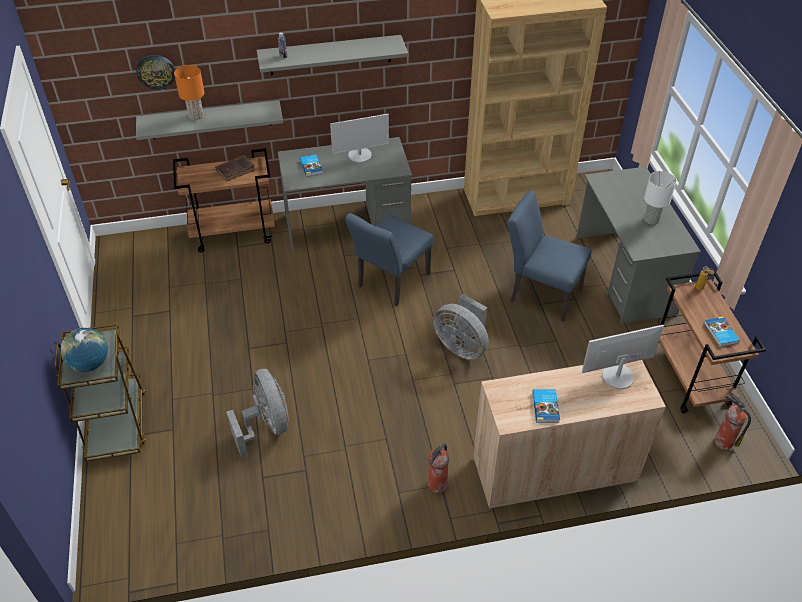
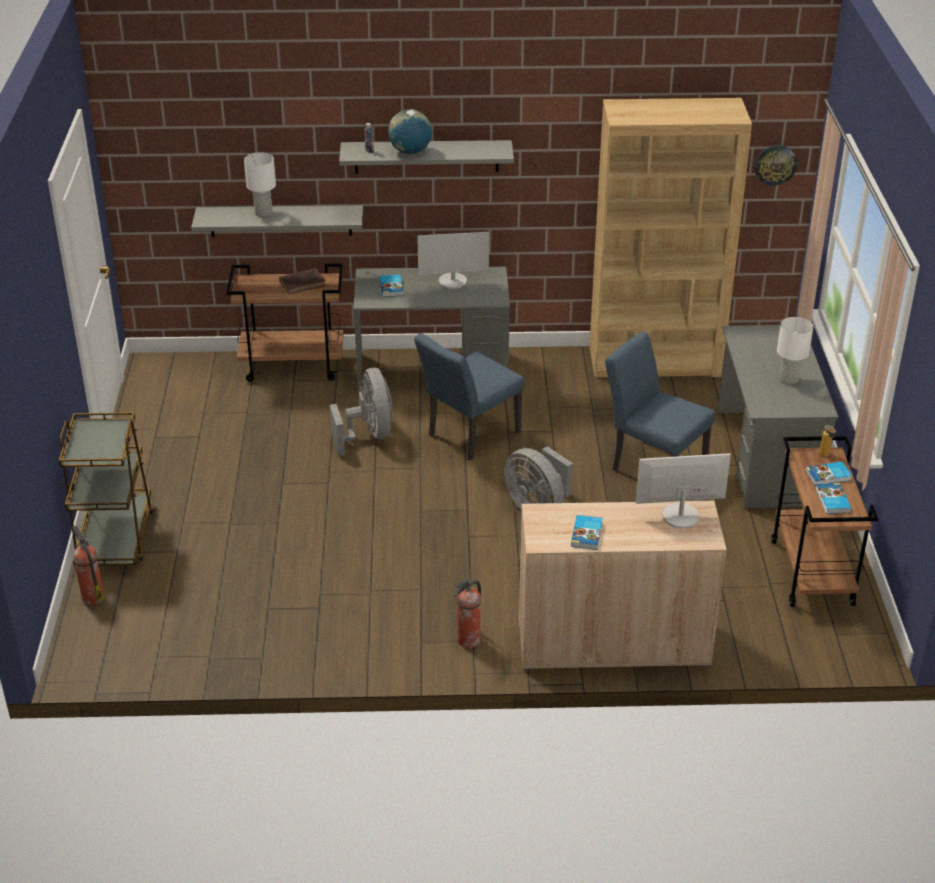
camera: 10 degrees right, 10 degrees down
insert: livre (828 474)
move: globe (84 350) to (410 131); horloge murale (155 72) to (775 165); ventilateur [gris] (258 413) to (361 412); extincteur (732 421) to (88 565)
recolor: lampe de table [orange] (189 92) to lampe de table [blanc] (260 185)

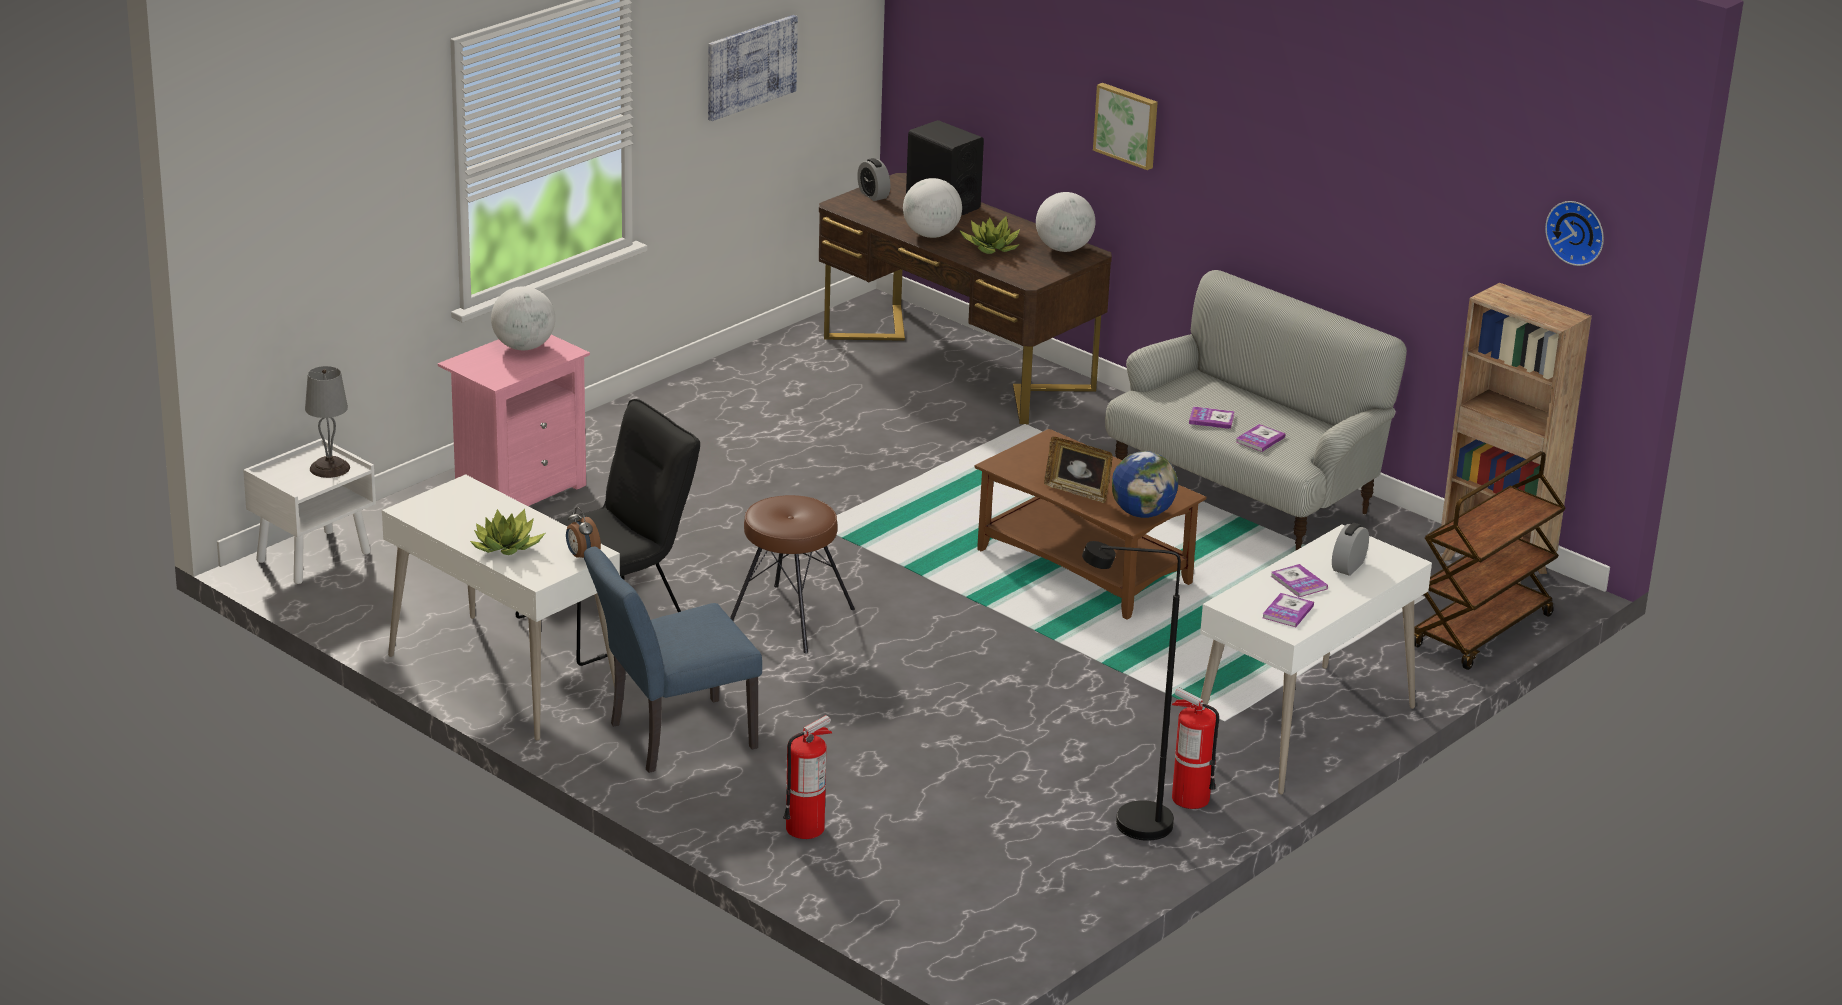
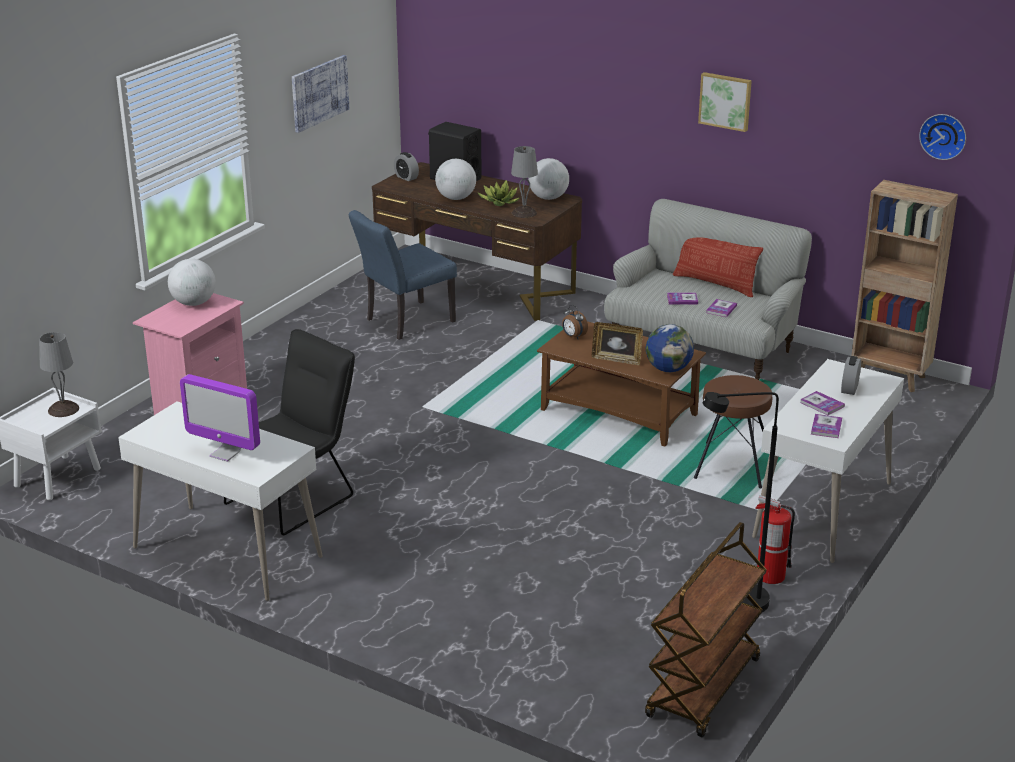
camera: 10 degrees left, 0 degrees up
delete: extincteur (808 777)
insert: lampe de table [gris] (524 182); coussin (718 267)
move: réveil (583 533) to (575 322); chaise [bleu] (673 660) to (403 275); tabouret [marron] (792 574) to (733 431); tableau (1125 126) to (725 102); chariot [marron] (1489 560) to (706 629)
replace: plante en pot (507 532) to écran d'ordinateur (220 418)

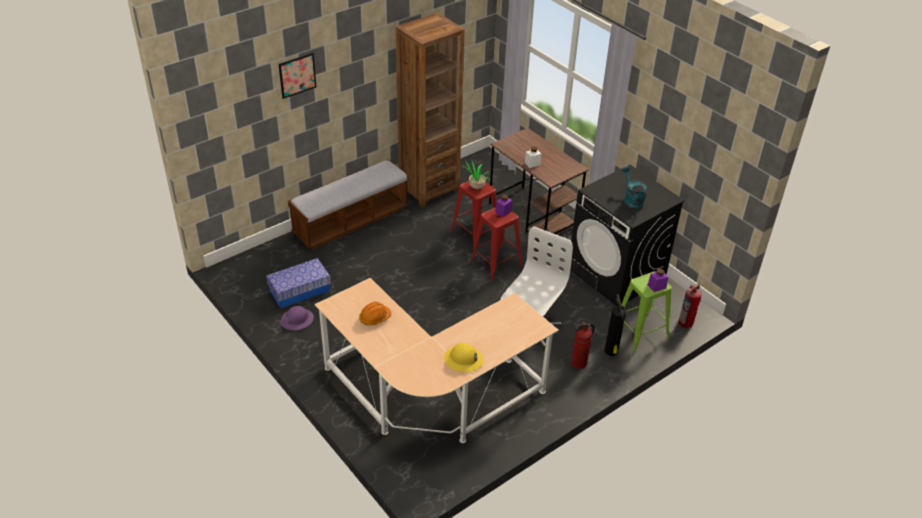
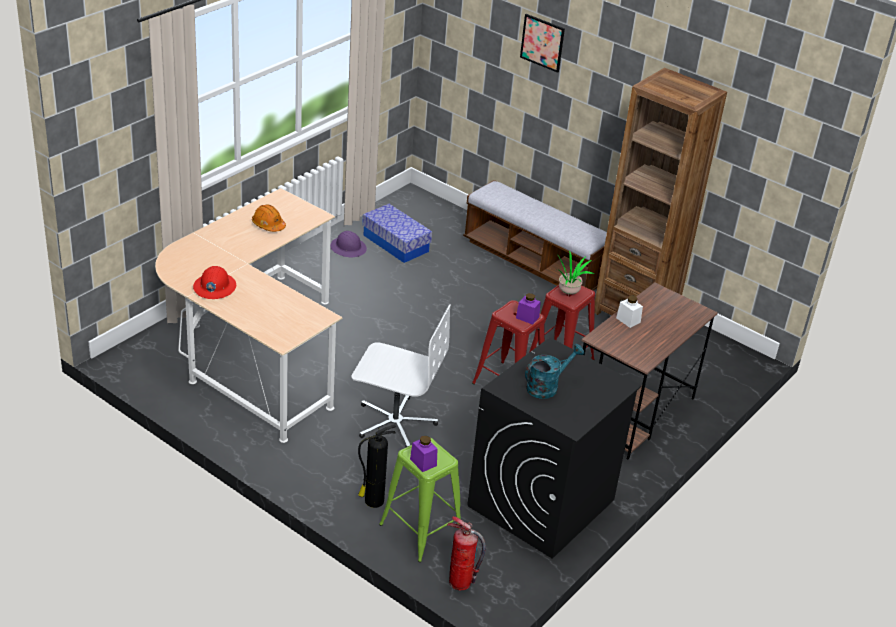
camera: 75 degrees right, 5 degrees down
delete: extincteur (582 345)
recolor: casque de chantier [jaune] (463 357) to casque de chantier [rouge] (214 282)

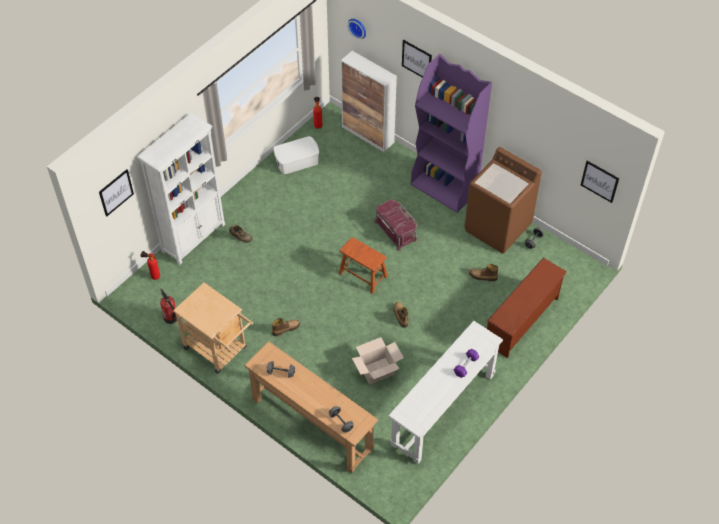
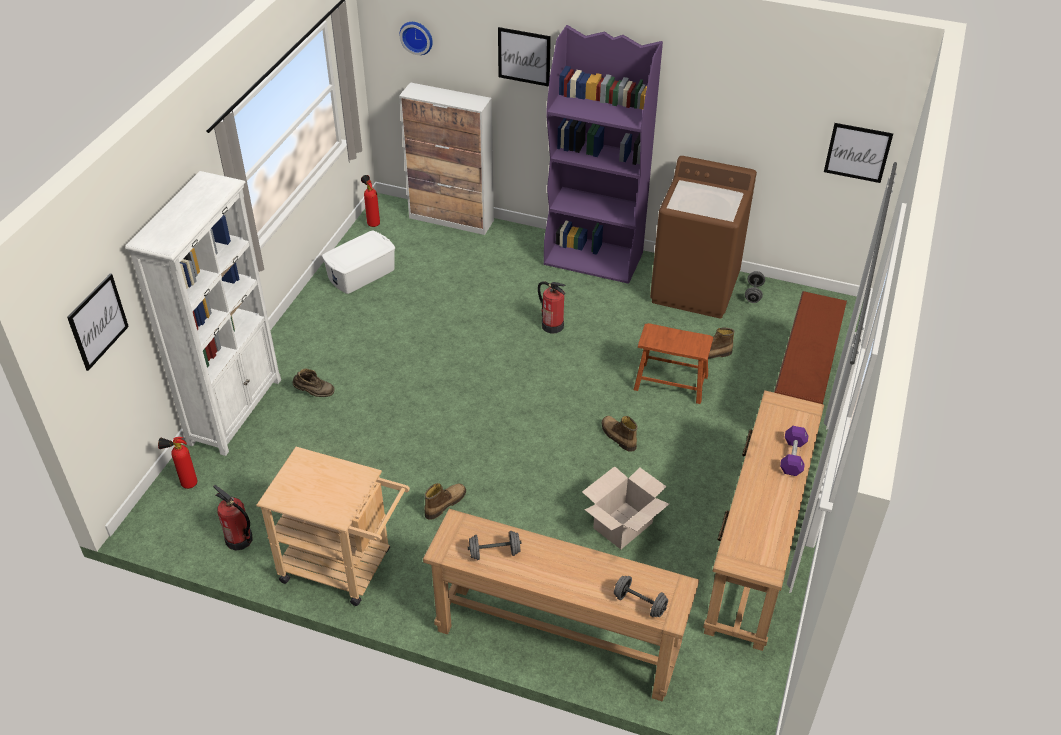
camera: 20 degrees left, 10 degrees down
move: tabouret [marron] (363 265) to (673 363)
replace: boîte de rangement [rouge] (396 224) to extincteur (551 307)
recolor: table console [blanc] (445 392) to table console [marron] (763 520)

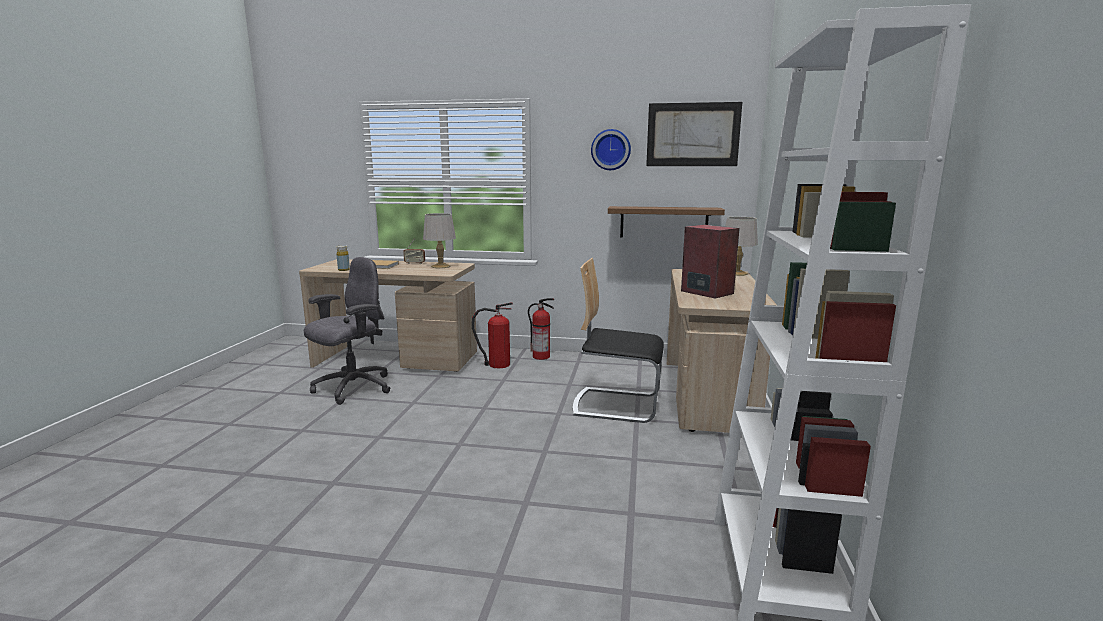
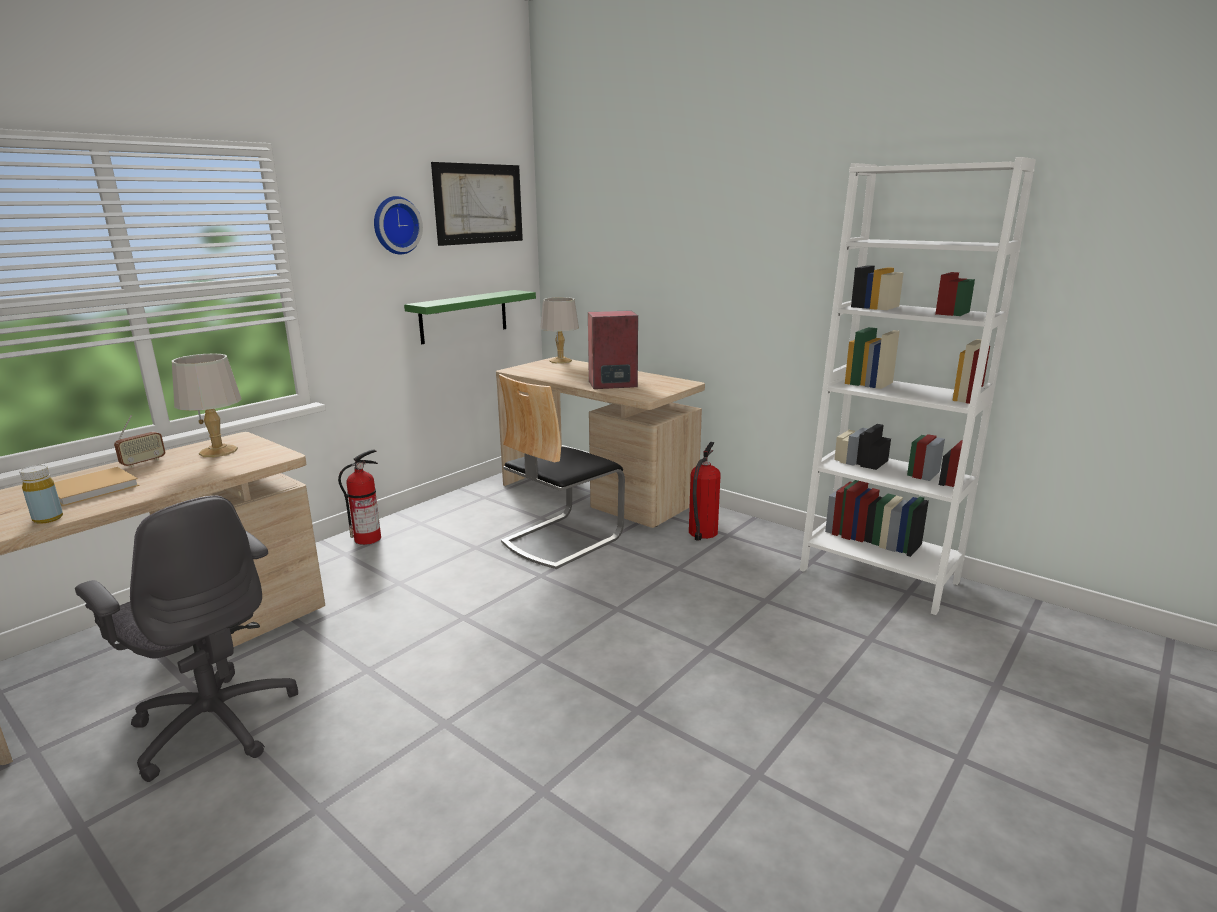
camera: 60 degrees left, 5 degrees up
move: extincteur (492 335) to (705 491)
recolor: étagère [marron] (666 221) to étagère [vert] (470 317)
rotate: chaise de bureau [gris] (347 331) = (186 639) 150 degrees clockwise

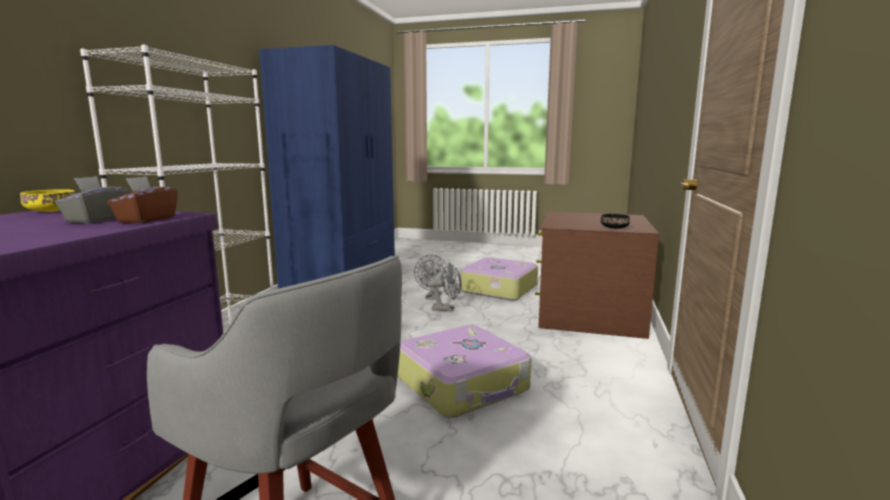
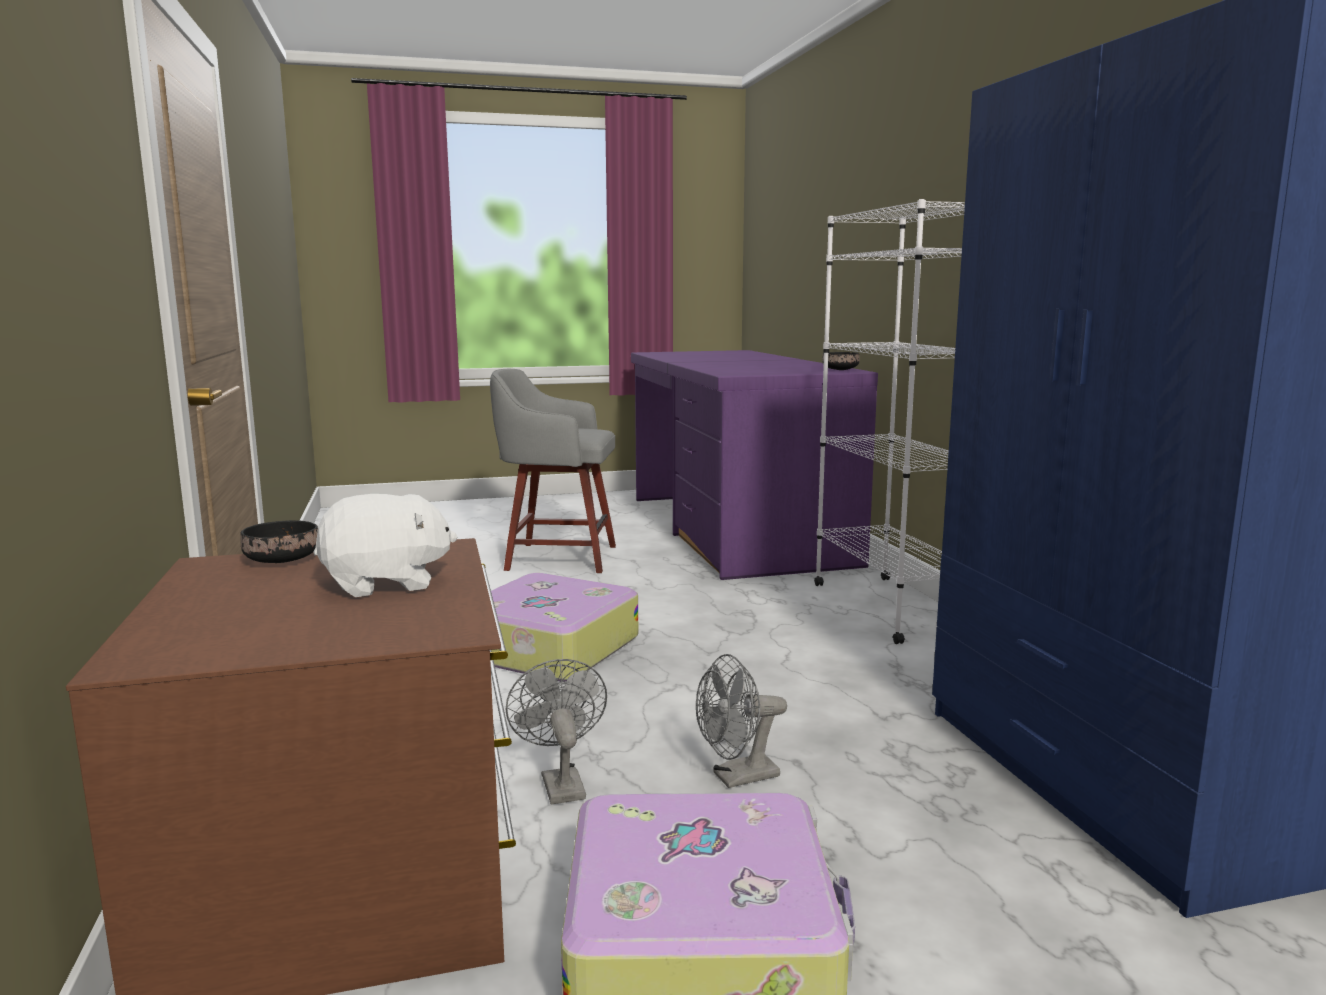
camera: 150 degrees right, 0 degrees up
delete: boîte à mouchoirs [gris] (92 199); boîte à mouchoirs [marron] (142 199)
insert: peluche [blanc] (386 545)
move: ventilateur [gris] (431 277) to (556 731)
recolor: bol [jaune] (47 200) to bol [noir] (840 361)

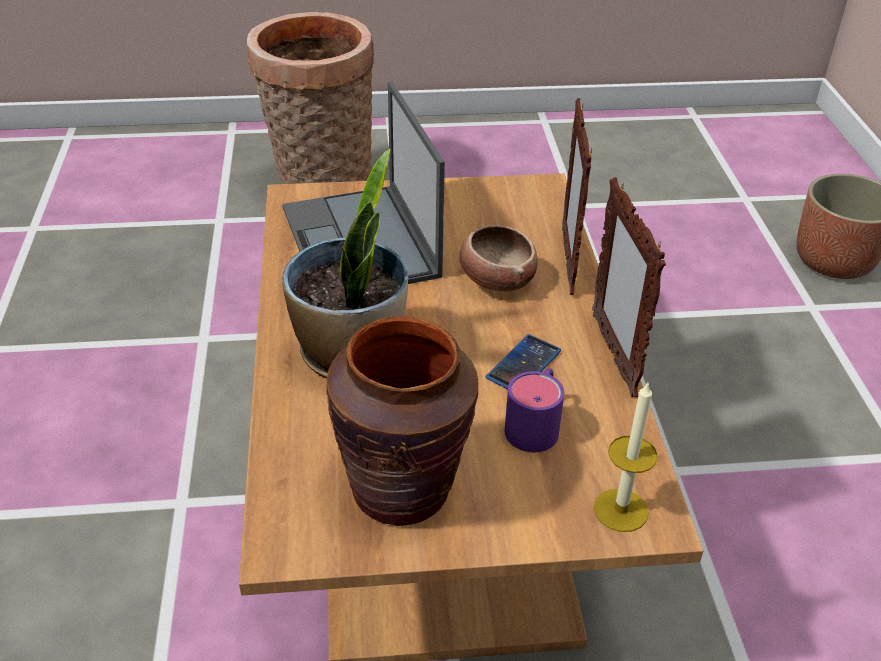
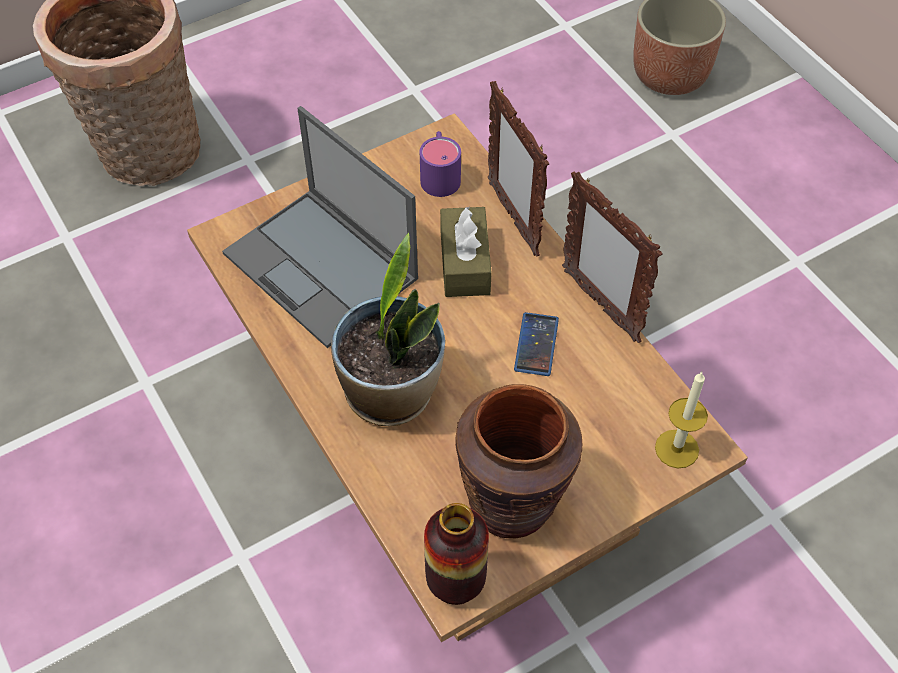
camera: 25 degrees left, 15 degrees up
insert: vase (456 554)
move: mug [violet] (534 410) to (440 164)
replace: bol (498 258) to boîte à mouchoirs [marron] (466 251)

